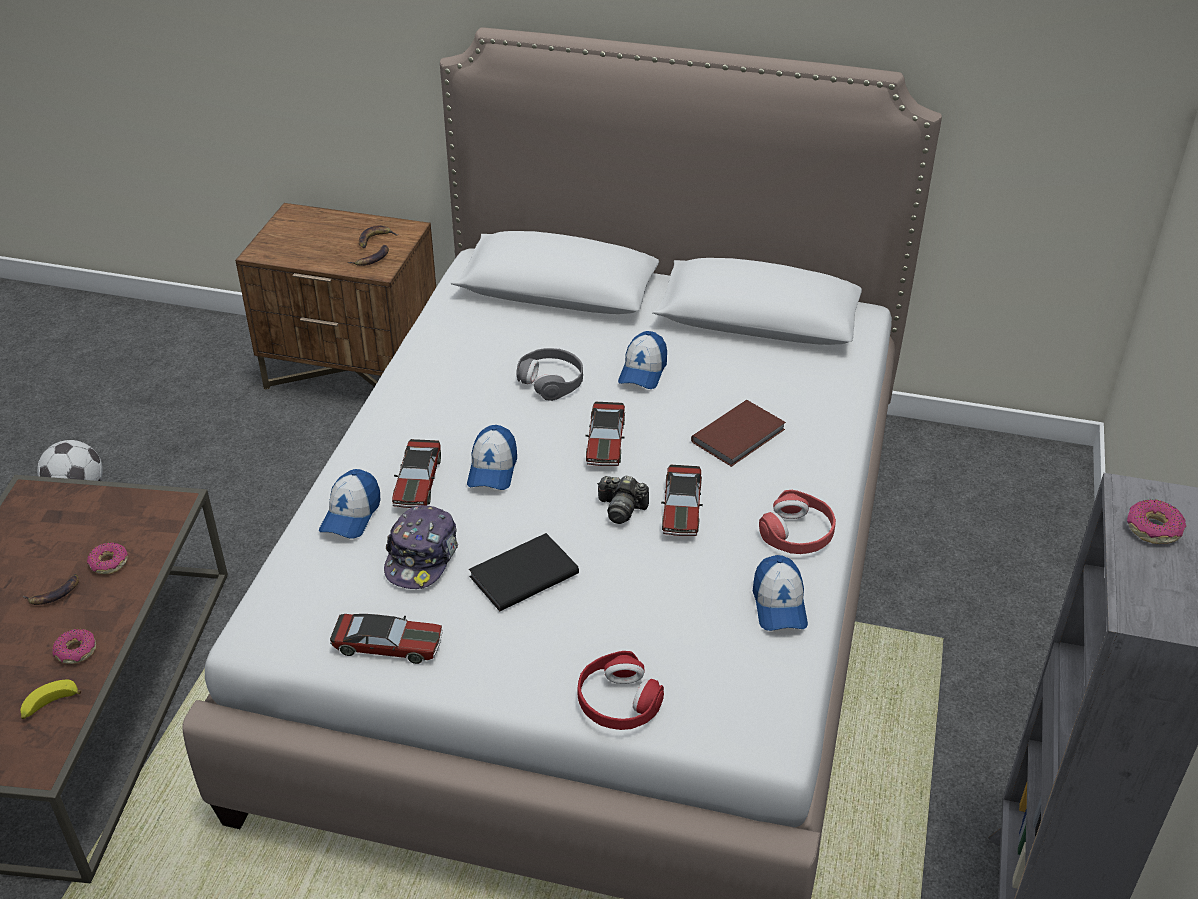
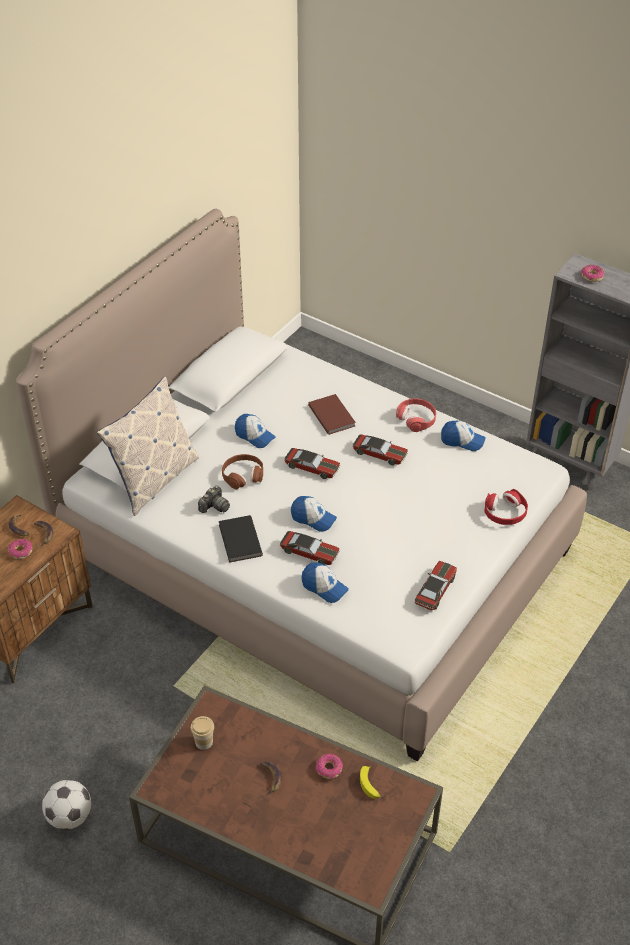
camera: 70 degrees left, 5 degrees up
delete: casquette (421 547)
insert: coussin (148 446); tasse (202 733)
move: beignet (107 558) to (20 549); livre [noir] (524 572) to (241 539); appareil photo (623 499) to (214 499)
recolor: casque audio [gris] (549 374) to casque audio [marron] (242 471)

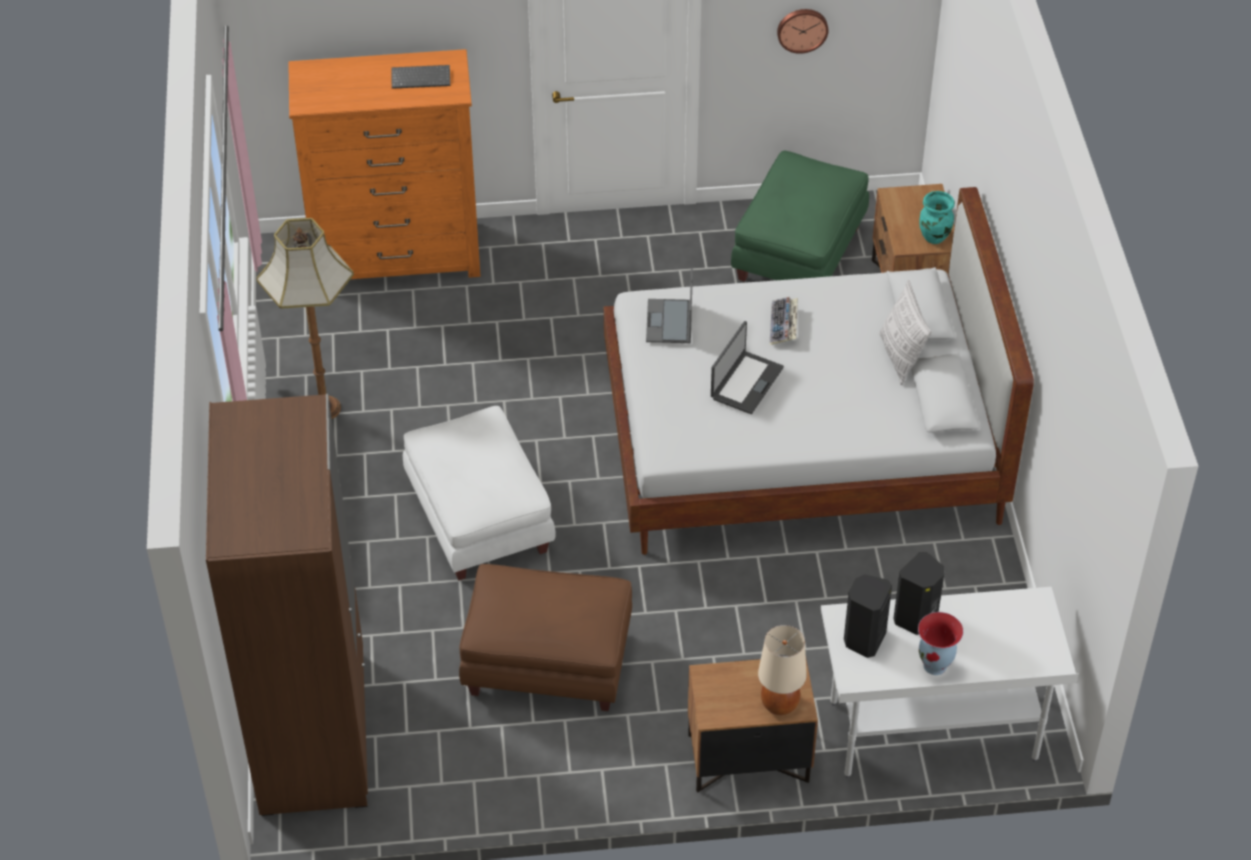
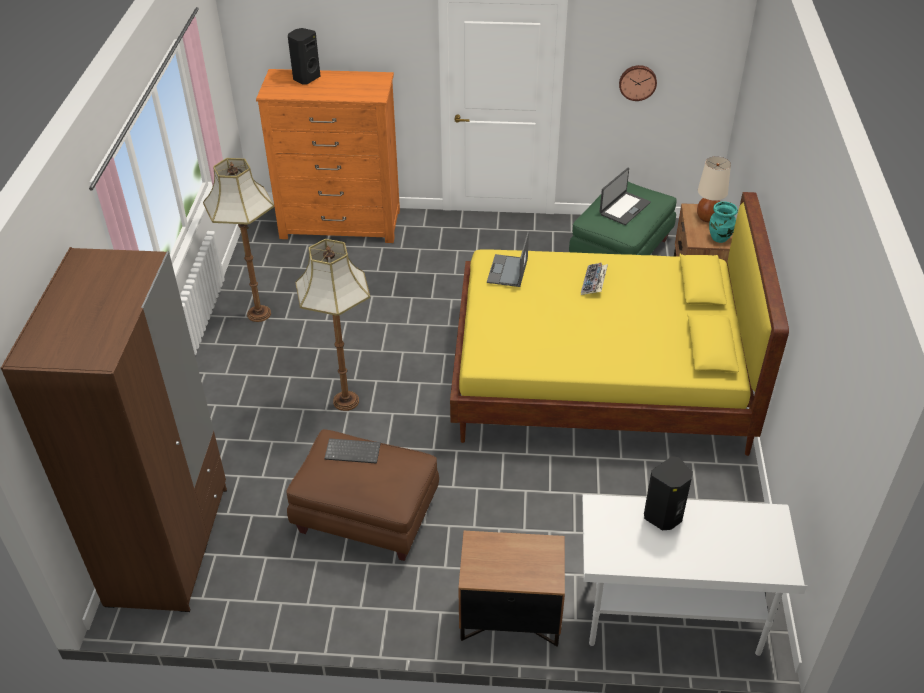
camera: 10 degrees right, 5 degrees down
delete: coussin (905 332); vase (940 643)
move: clavier (420 77) to (352 451); ordinateur portable (747 367) to (625 196); lampe de table [beige] (782 670) to (714 189); enceinte [noir] (868 616) to (304 56)
replace: pouf [blanc] (479 493) to lampadaire (332 325)
recolor: lit [blanc] (819 371) to lit [jaune] (619 324)

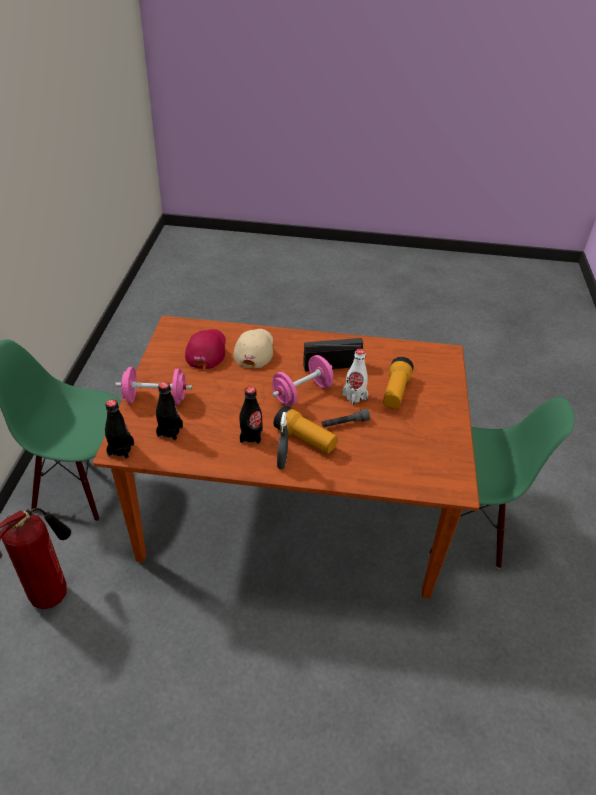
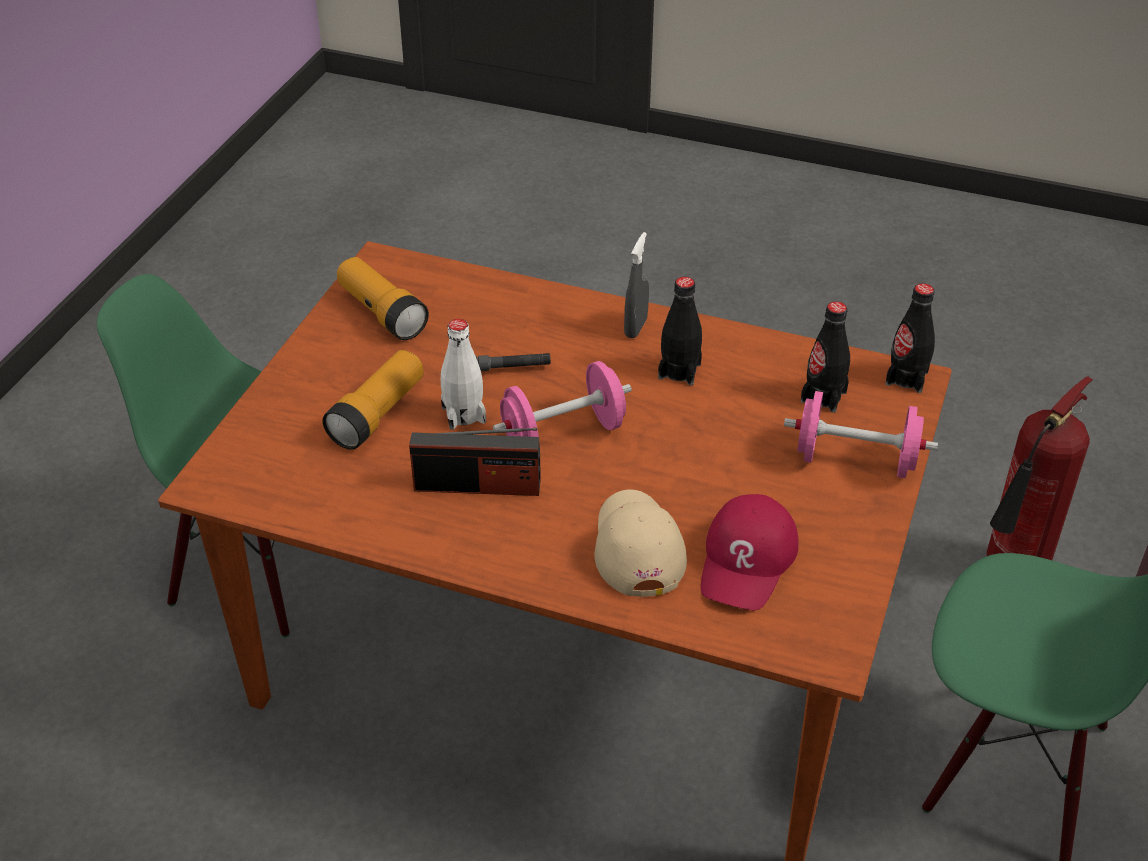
camera: 165 degrees left, 0 degrees up
move: lampe de poche (306 430) to (383 298)
rotate: casquette [beige] (253 348) = (640 543) 150 degrees clockwise

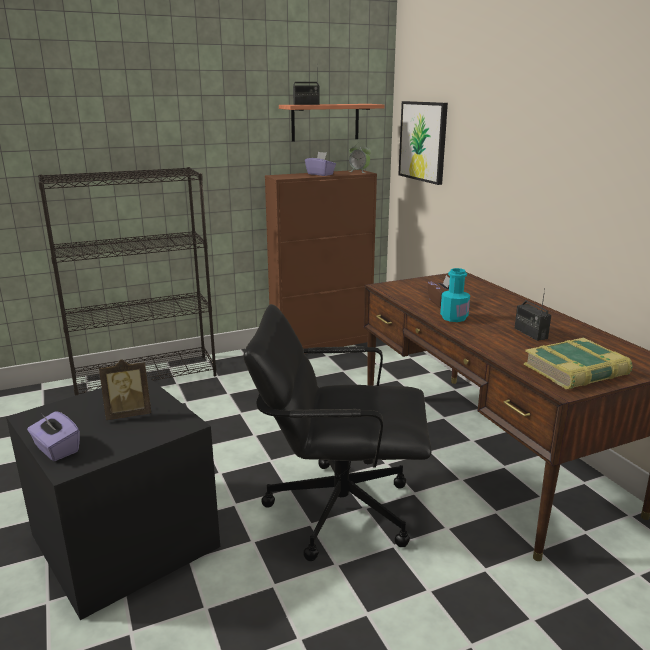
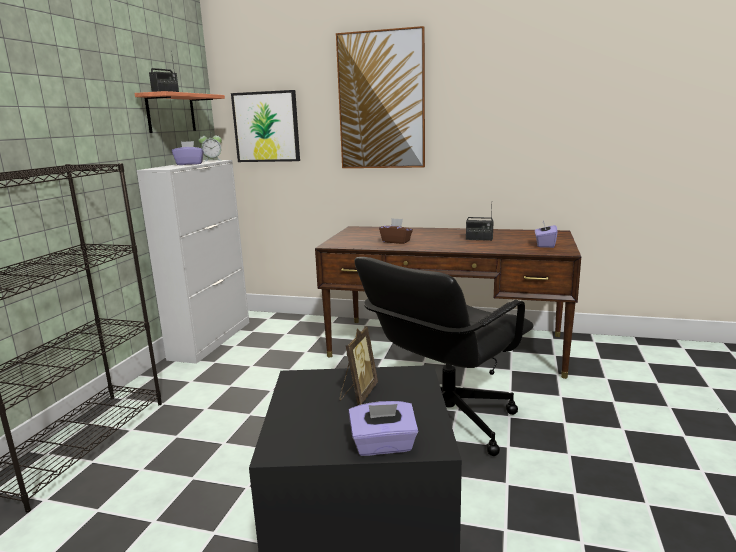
camera: 50 degrees left, 5 degrees down
delete: bouteille [turquoise] (455 295)
insert: tableau (380 97)
replace: livre (578 363) to boîte à mouchoirs [violet] (546 234)
recolor: meuble de rangement [marron] (321 262) to meuble de rangement [blanc] (193 262)

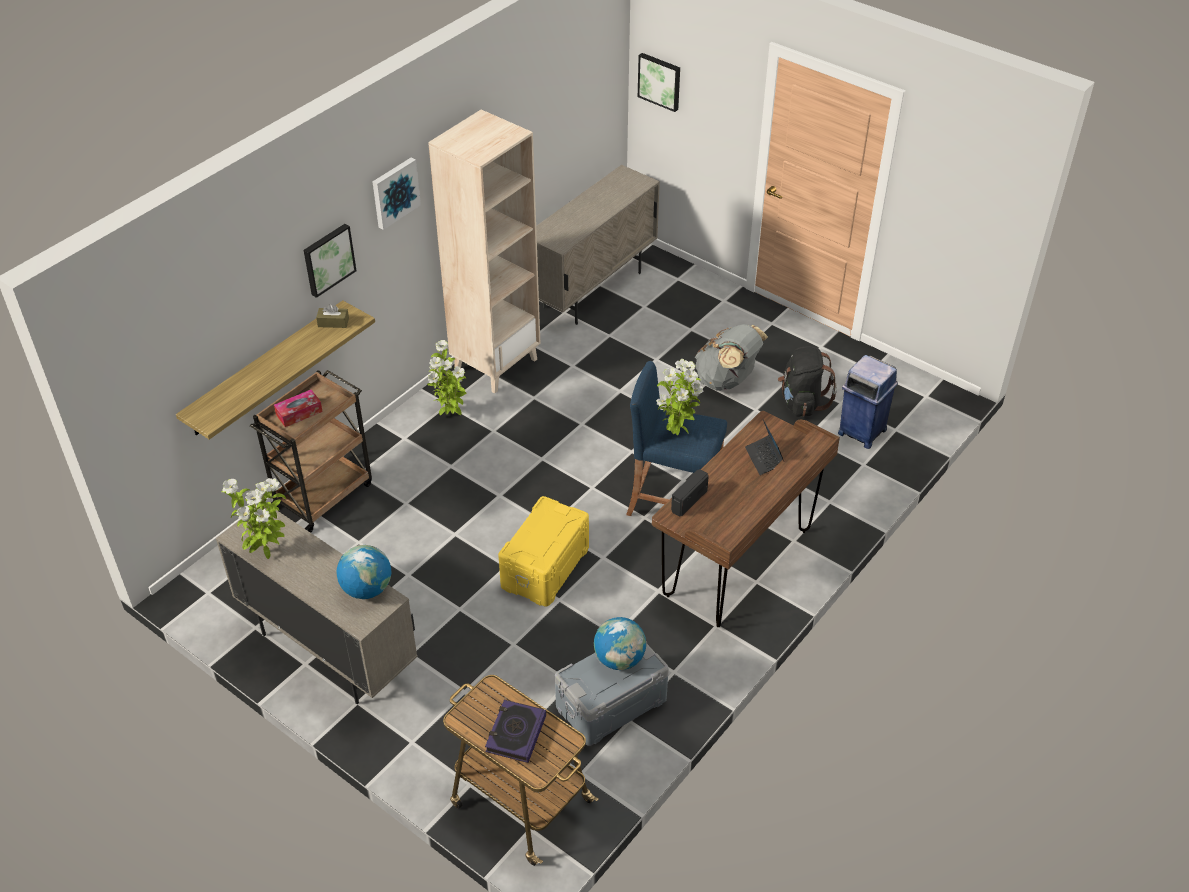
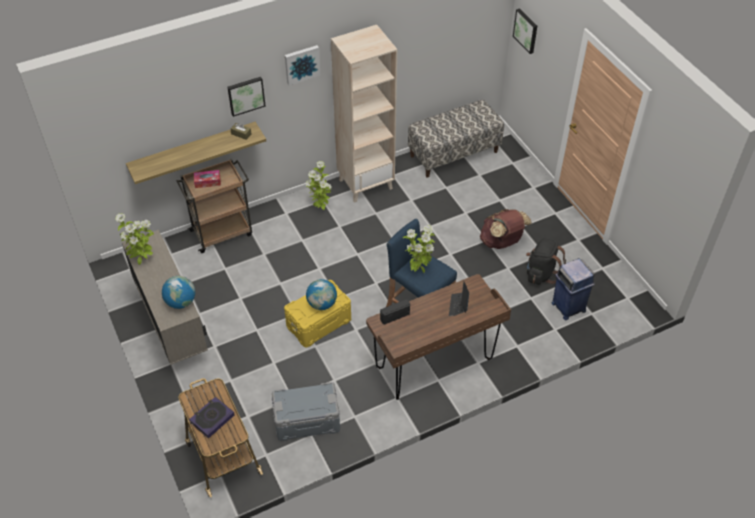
camera: 25 degrees right, 5 degrees up
move: globe (620 643) to (321 294)
replace: meuble de rangement [beige] (598 245) to banc (456 139)
recolor: sac à dos [gris] (731 357) to sac à dos [marron] (506 229)

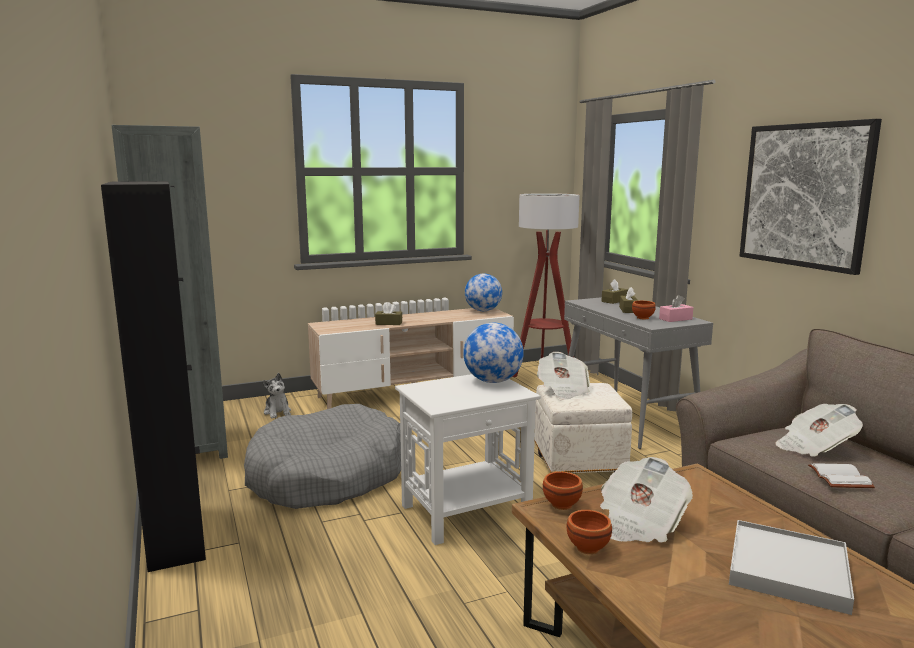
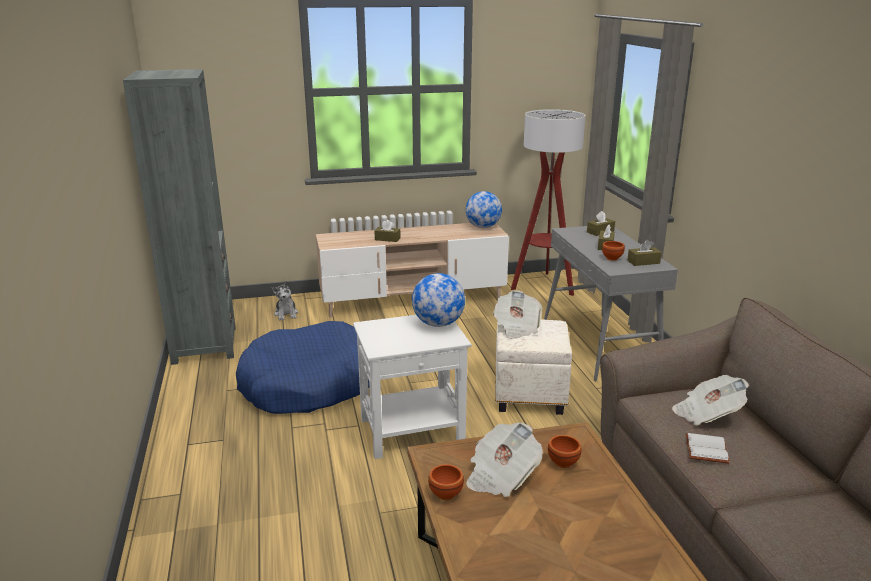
camera: 10 degrees right, 10 degrees up
delete: meuble de rangement [noir] (153 376); plateau [blanc] (791 567); tableau (810 197)
move: bol [marron] (563 490) to (565 451)
recolor: panier pour chien [gris] (322 456) to panier pour chien [bleu] (302 367); boîte à mouchoirs [rose] (676 308) to boîte à mouchoirs [marron] (644 253)

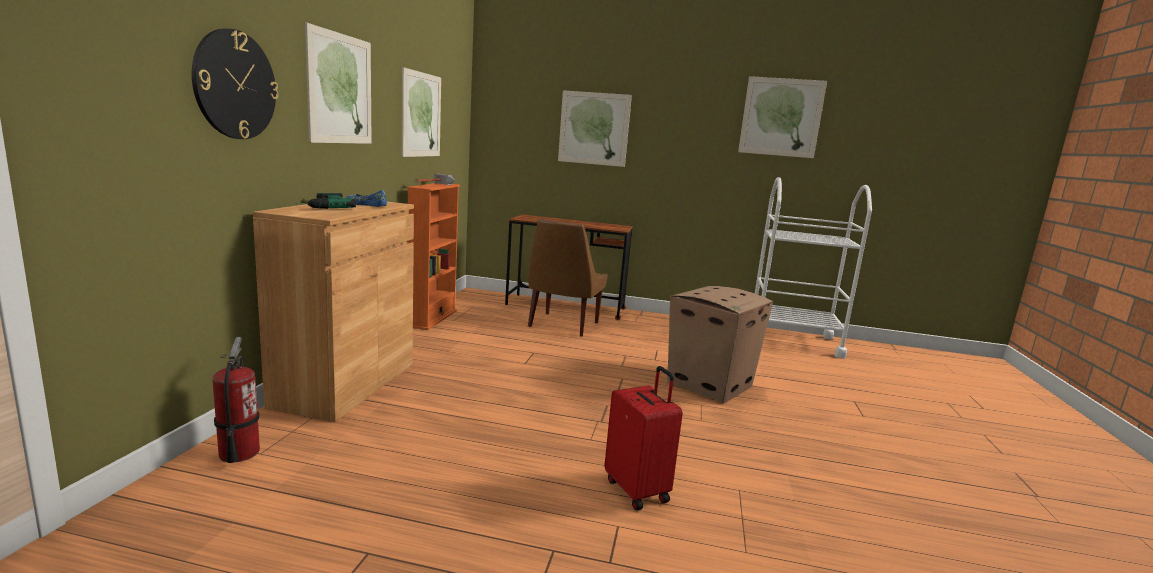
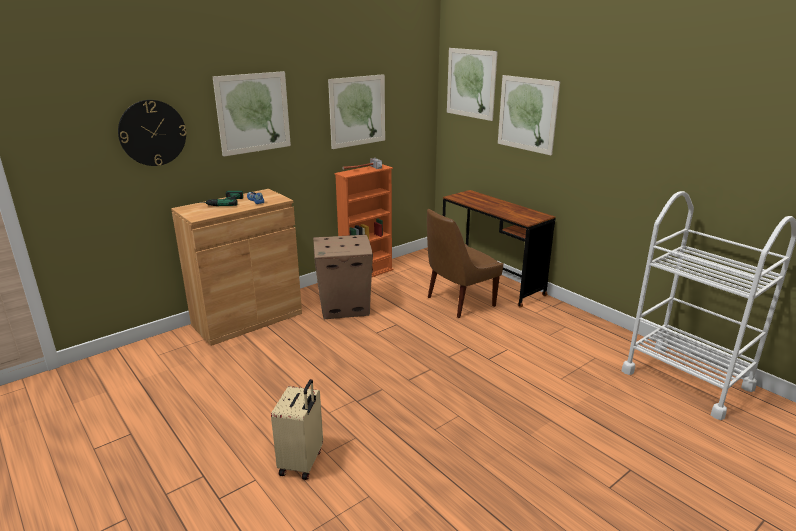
camera: 40 degrees right, 10 degrees up
delete: extincteur (236 400)
move: carton (720 345) to (343 277); tableau (782 117) to (472 84)
recolor: valise [rouge] (644 438) to valise [beige] (297 429)

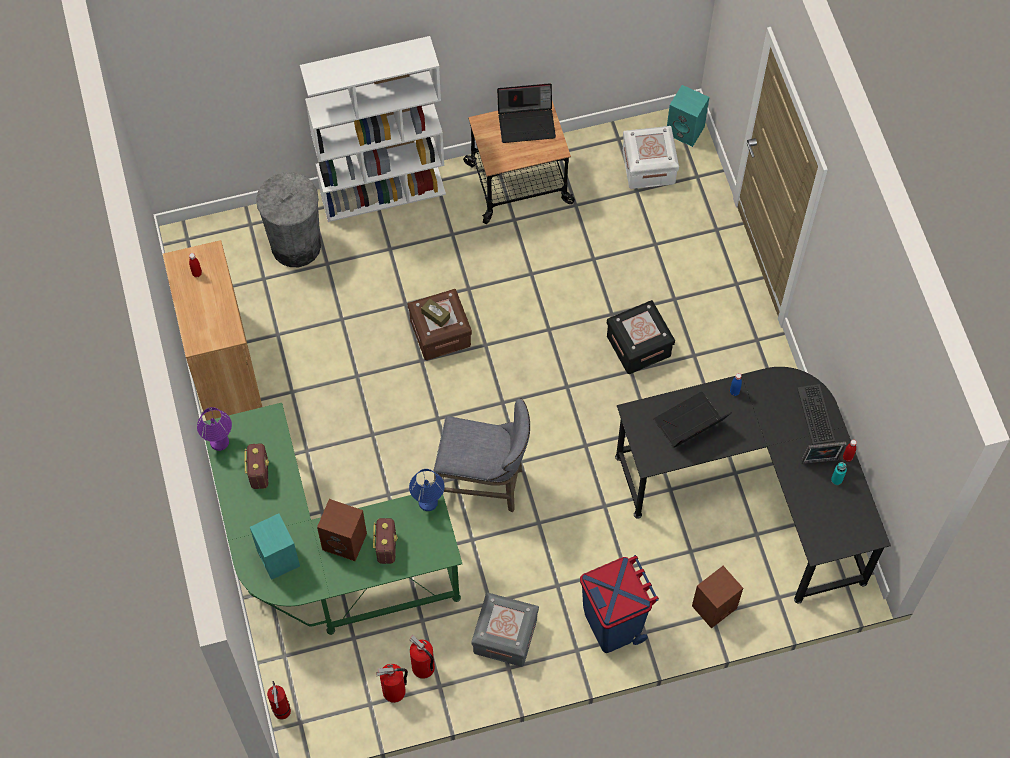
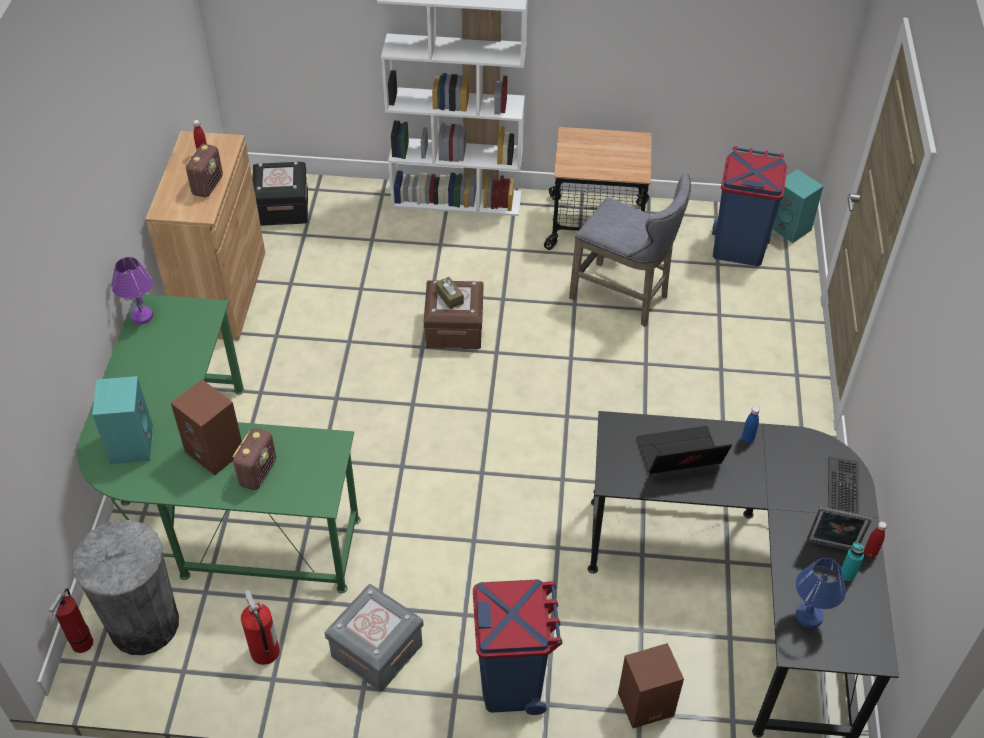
camera: 20 degrees right, 15 degrees down
delete: extincteur (392 683); ordinateur portable (526 113)
move: radio (256 466) to (204 170); poubelle [gris] (288 219) to (125 587); lampe de table [bleu] (426 490) to (821 593); tabouret [gris] (481 455) to (630 250); boîte de rangement [noir] (641 337) to (280 194)
replace: boîte de rangement [blanc] (650 157) to poubelle [bleu] (749 206)

